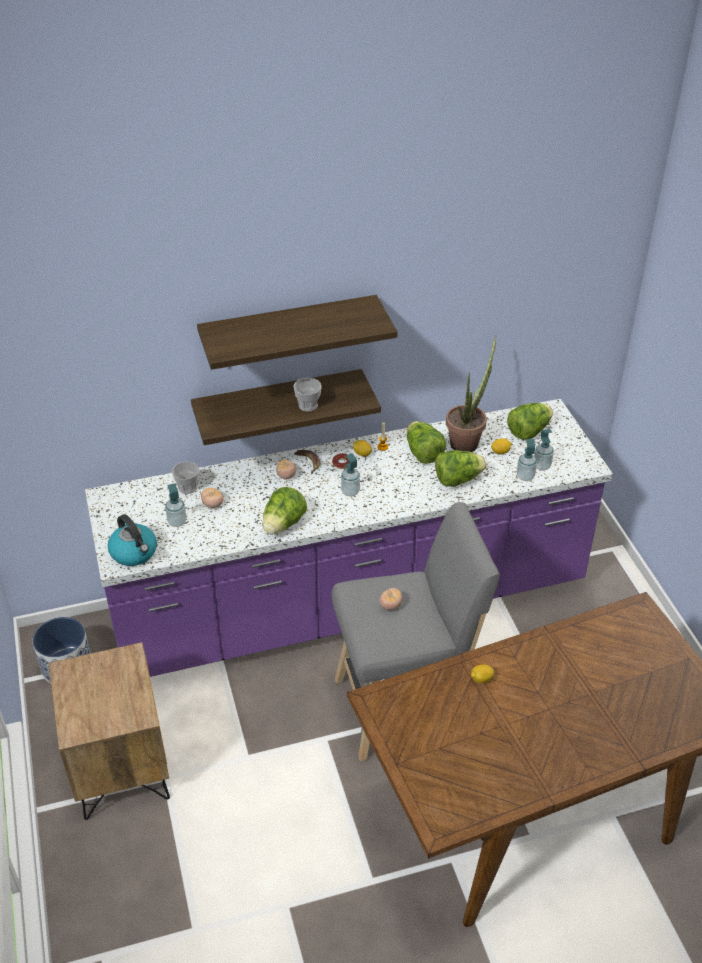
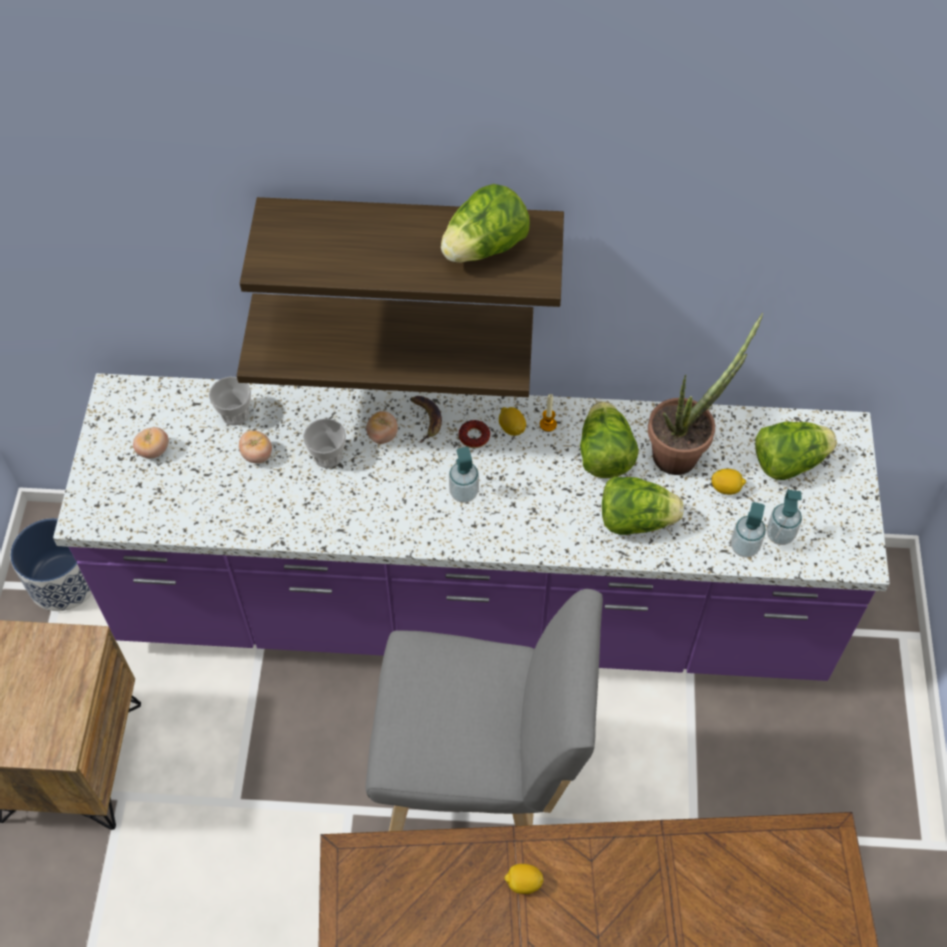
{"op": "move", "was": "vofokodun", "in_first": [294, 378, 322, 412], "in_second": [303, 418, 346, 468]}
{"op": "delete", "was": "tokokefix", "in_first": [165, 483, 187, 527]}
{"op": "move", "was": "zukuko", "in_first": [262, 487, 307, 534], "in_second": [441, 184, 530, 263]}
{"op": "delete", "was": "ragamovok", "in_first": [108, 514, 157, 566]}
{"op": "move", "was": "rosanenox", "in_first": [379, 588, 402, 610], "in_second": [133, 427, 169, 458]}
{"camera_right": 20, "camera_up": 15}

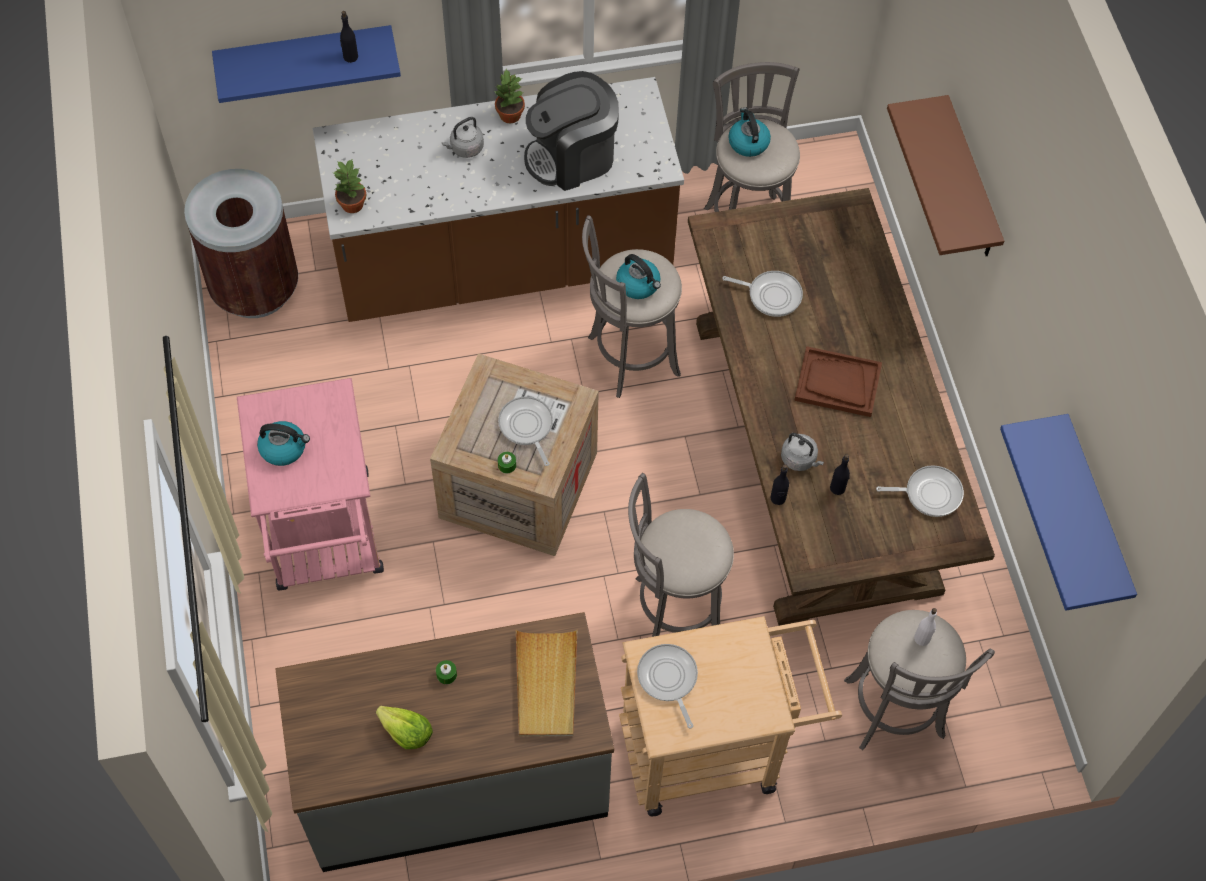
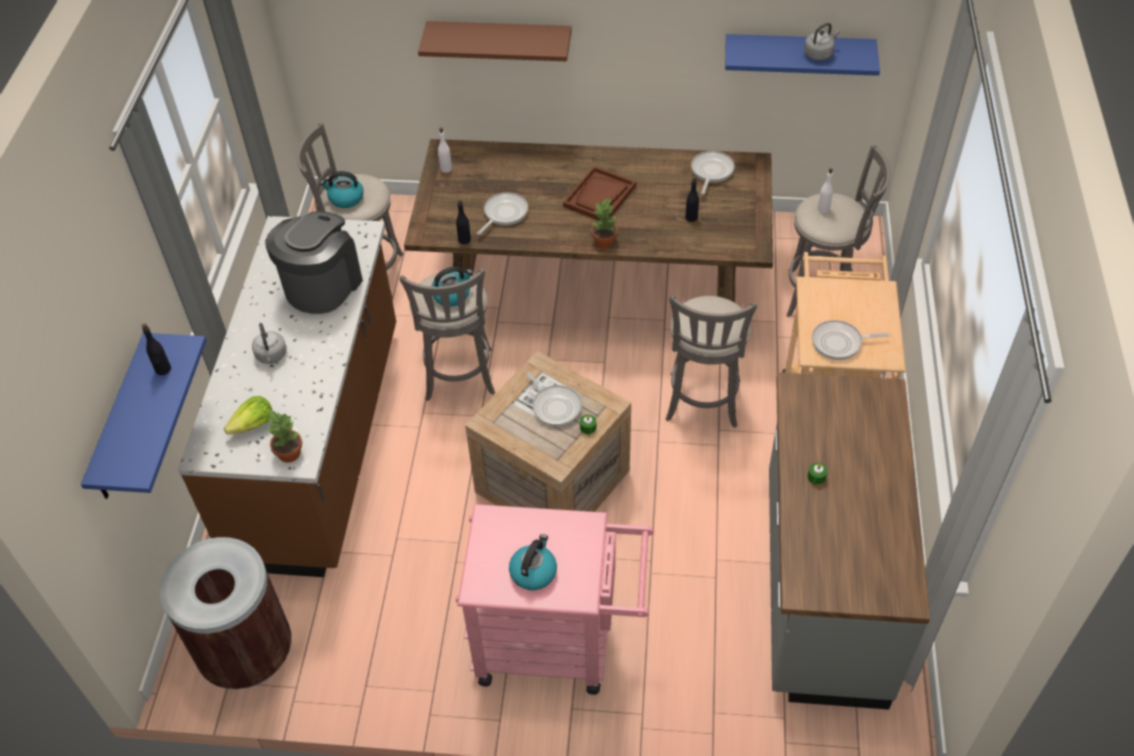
{"op": "move", "was": "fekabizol", "in_first": [494, 69, 525, 123], "in_second": [591, 199, 618, 248]}
{"op": "rotate", "was": "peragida", "in_first": [524, 71, 619, 191], "in_second": [265, 211, 363, 314], "clockwise": -150}
{"op": "rotate", "was": "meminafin", "in_first": [498, 396, 553, 466], "in_second": [526, 371, 582, 426], "clockwise": -120}
{"op": "move", "was": "ragamovok (grey)", "in_first": [781, 433, 824, 471], "in_second": [804, 23, 840, 60]}
{"op": "move", "was": "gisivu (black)", "in_first": [770, 464, 789, 505], "in_second": [456, 199, 471, 244]}
{"op": "delete", "was": "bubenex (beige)", "in_first": [516, 630, 577, 736]}
{"op": "move", "was": "zukuko", "in_first": [376, 706, 433, 749], "in_second": [224, 396, 272, 434]}
{"op": "insert", "now": "gisivu (white)", "in_second": [438, 128, 452, 173]}
{"camera_right": -70, "camera_up": -10}

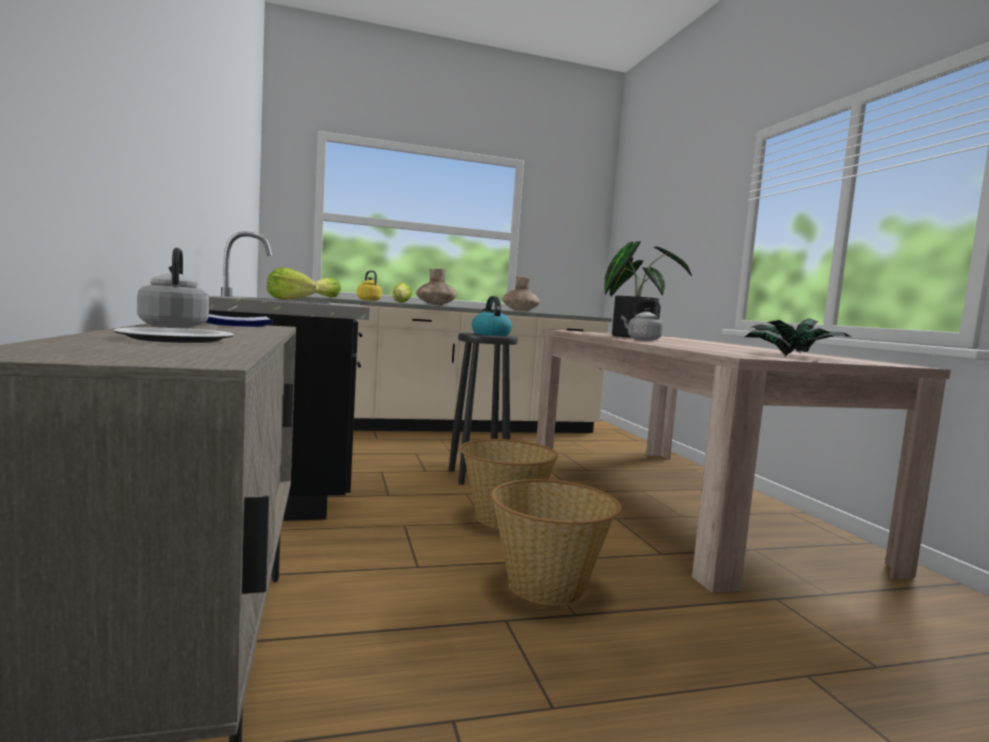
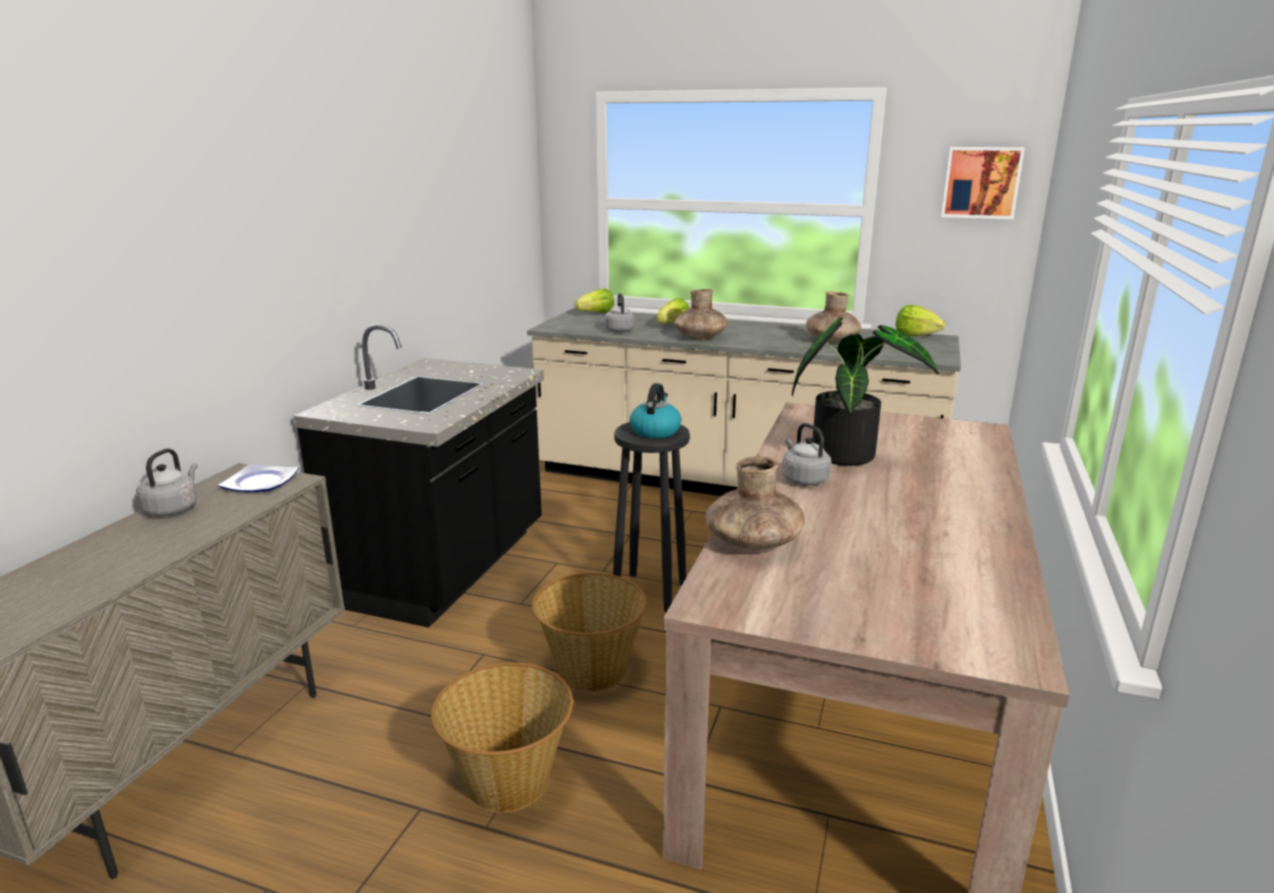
{"op": "move", "was": "zukuko", "in_first": [267, 268, 319, 300], "in_second": [896, 305, 945, 336]}
{"op": "recolor", "was": "ragamovok (yellow)", "now": "ragamovok (grey)", "in_first": [357, 271, 382, 301], "in_second": [605, 293, 634, 332]}
{"op": "delete", "was": "fekabizol", "in_first": [745, 318, 852, 355]}
{"op": "delete", "was": "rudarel", "in_first": [114, 327, 234, 343]}
{"op": "insert", "now": "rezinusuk", "in_second": [941, 147, 1025, 219]}
{"op": "insert", "now": "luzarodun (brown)", "in_second": [705, 456, 805, 550]}
{"camera_right": 35, "camera_up": 15}

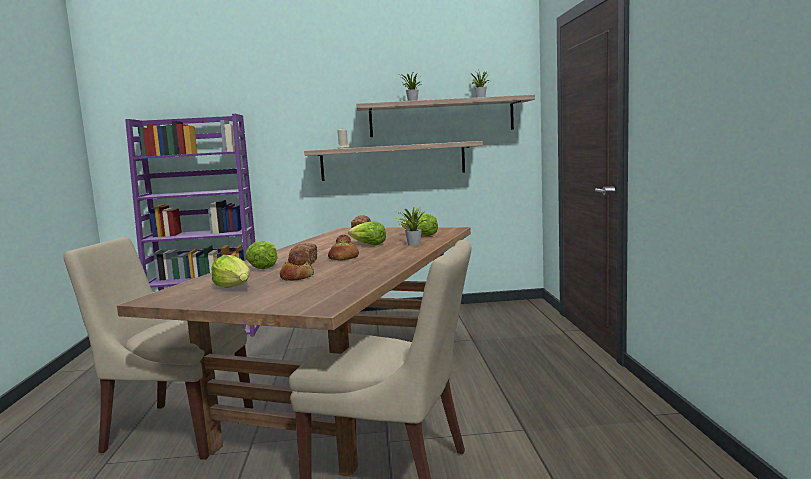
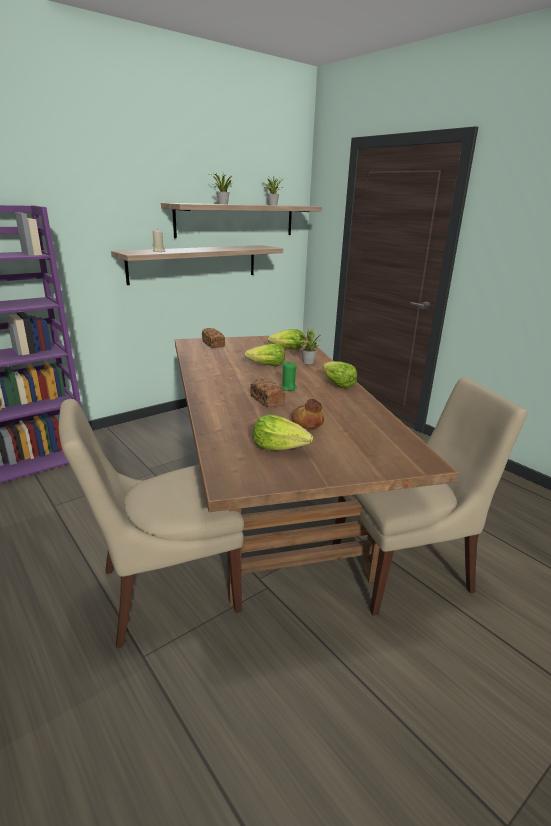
{"op": "replace", "was": "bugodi", "now": "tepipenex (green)", "in_first": [328, 235, 359, 260], "in_second": [281, 361, 297, 391]}
{"op": "move", "was": "zukuko", "in_first": [245, 241, 278, 269], "in_second": [322, 361, 357, 388]}
{"camera_right": -35, "camera_up": 15}

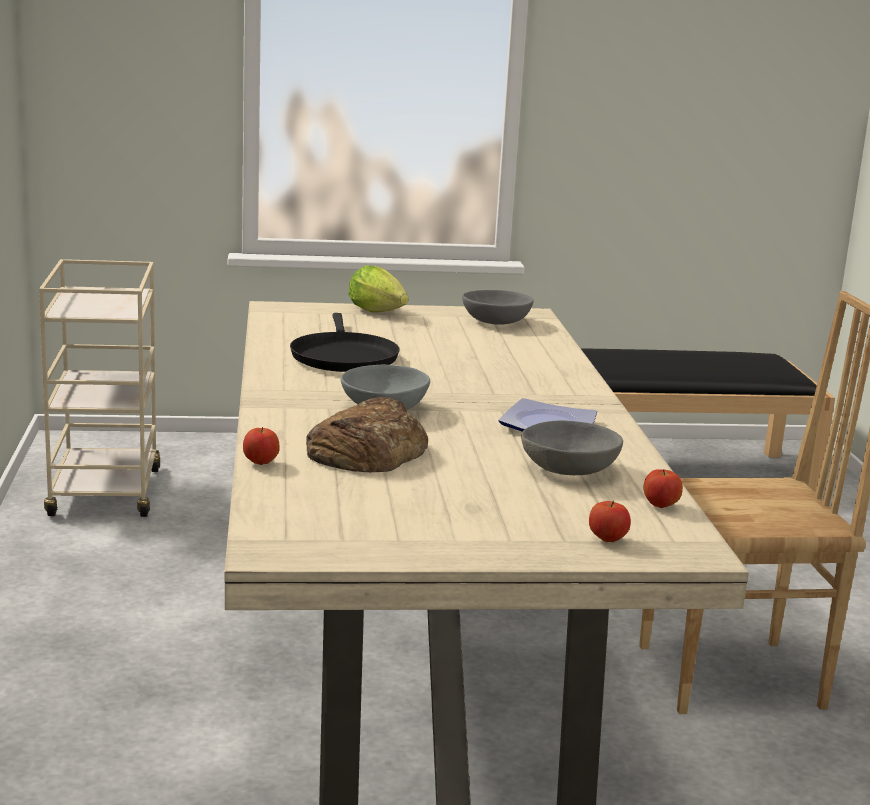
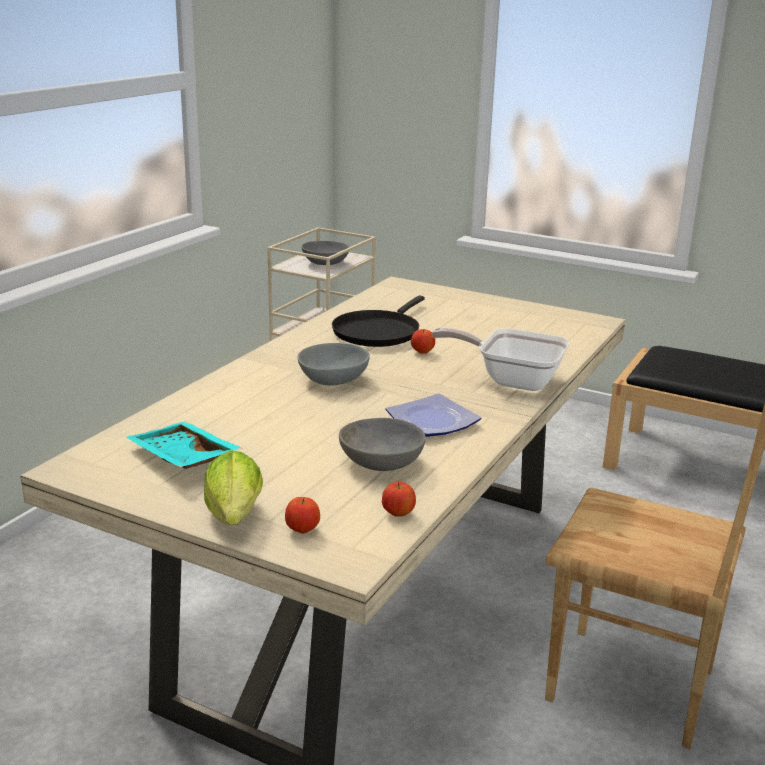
{"op": "move", "was": "zukuko", "in_first": [348, 265, 409, 313], "in_second": [204, 450, 263, 525]}
{"op": "move", "was": "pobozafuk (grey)", "in_first": [462, 290, 534, 325], "in_second": [301, 241, 349, 265]}
{"op": "delete", "was": "bugodi", "in_first": [306, 397, 428, 473]}
{"op": "move", "was": "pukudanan", "in_first": [243, 427, 280, 465], "in_second": [411, 329, 435, 354]}
{"op": "insert", "now": "meminafin", "in_second": [432, 328, 570, 391]}
{"op": "insert", "now": "bubenex (turquoise)", "in_second": [126, 421, 242, 469]}
{"camera_right": 35, "camera_up": 5}

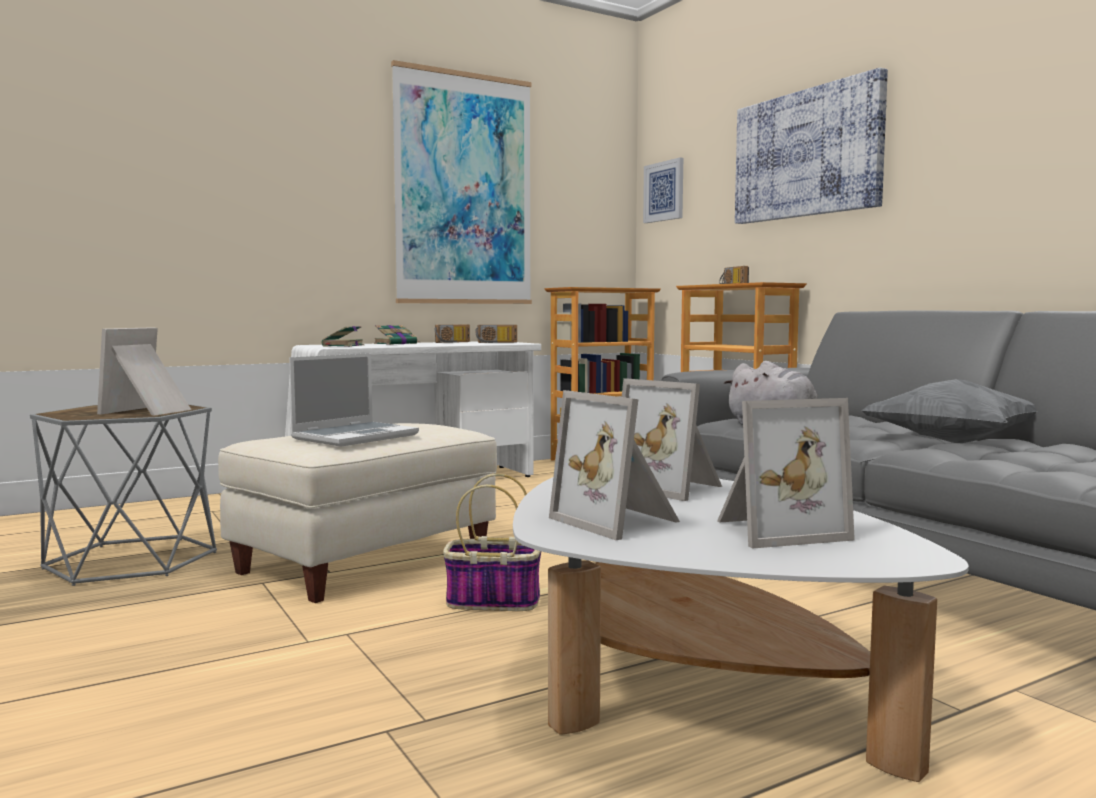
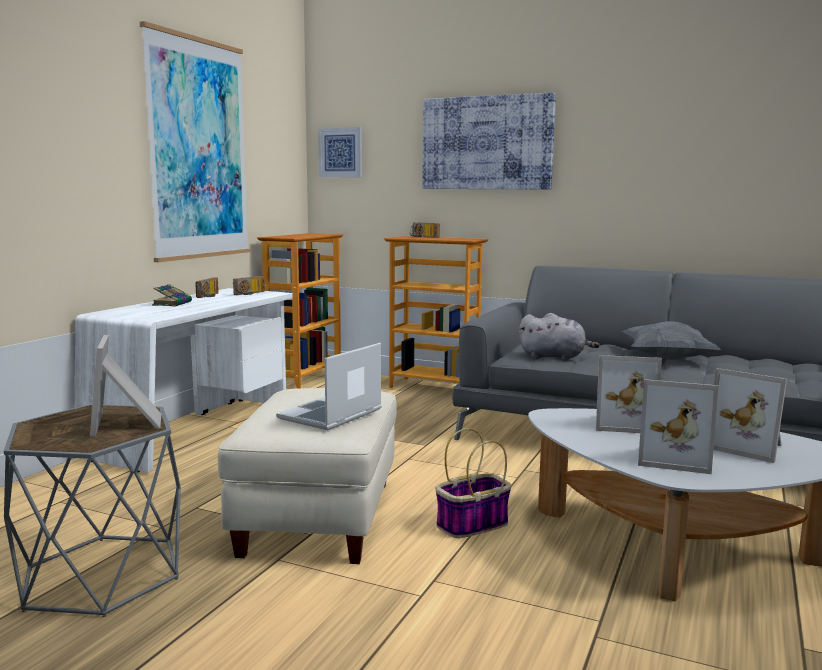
{"op": "delete", "was": "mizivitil", "in_first": [322, 326, 364, 347]}
{"op": "rotate", "was": "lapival", "in_first": [289, 353, 419, 447], "in_second": [276, 343, 382, 430], "clockwise": -150}
{"op": "rotate", "was": "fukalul", "in_first": [717, 398, 855, 549], "in_second": [713, 368, 787, 463], "clockwise": 90}
{"camera_right": -35, "camera_up": 5}

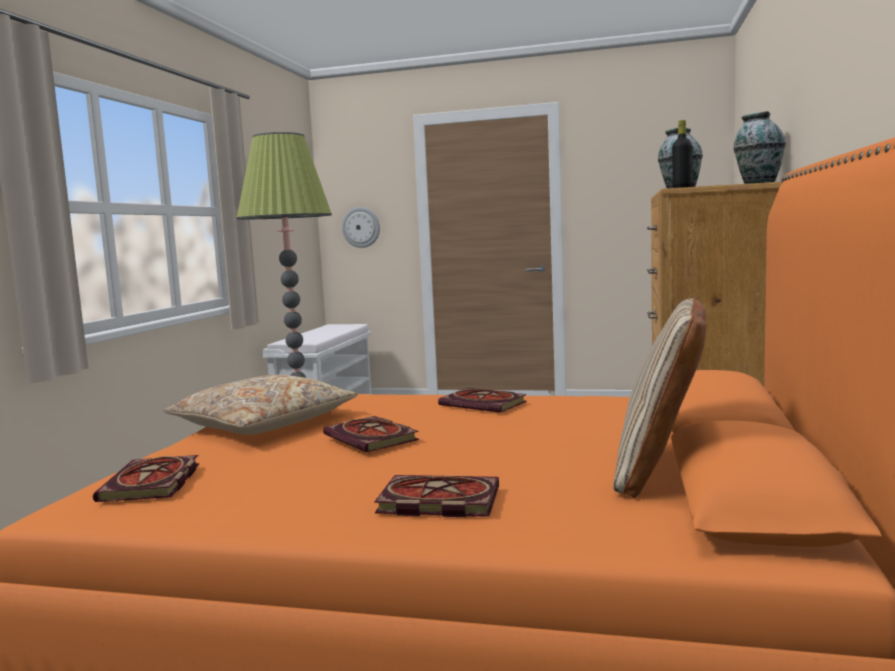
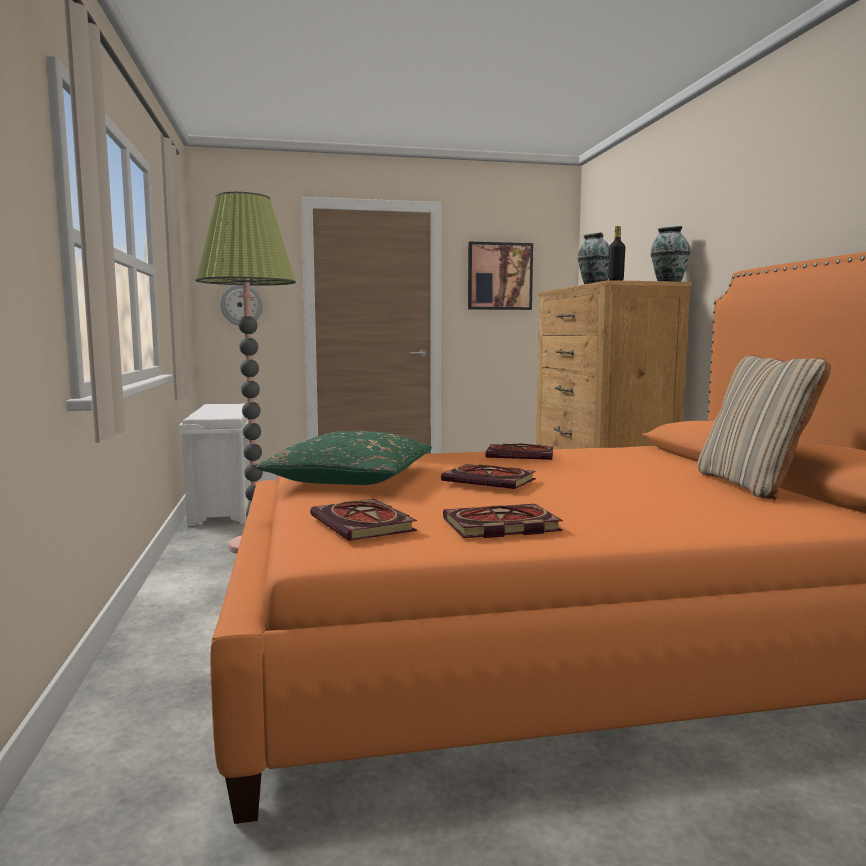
{"op": "recolor", "was": "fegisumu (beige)", "now": "fegisumu (green)", "in_first": [163, 375, 358, 435], "in_second": [256, 431, 432, 485]}
{"op": "move", "was": "mizivitil", "in_first": [374, 475, 499, 517], "in_second": [443, 504, 563, 538]}
{"op": "insert", "now": "rezinusuk", "in_second": [468, 242, 533, 310]}
{"camera_right": -25, "camera_up": 0}

